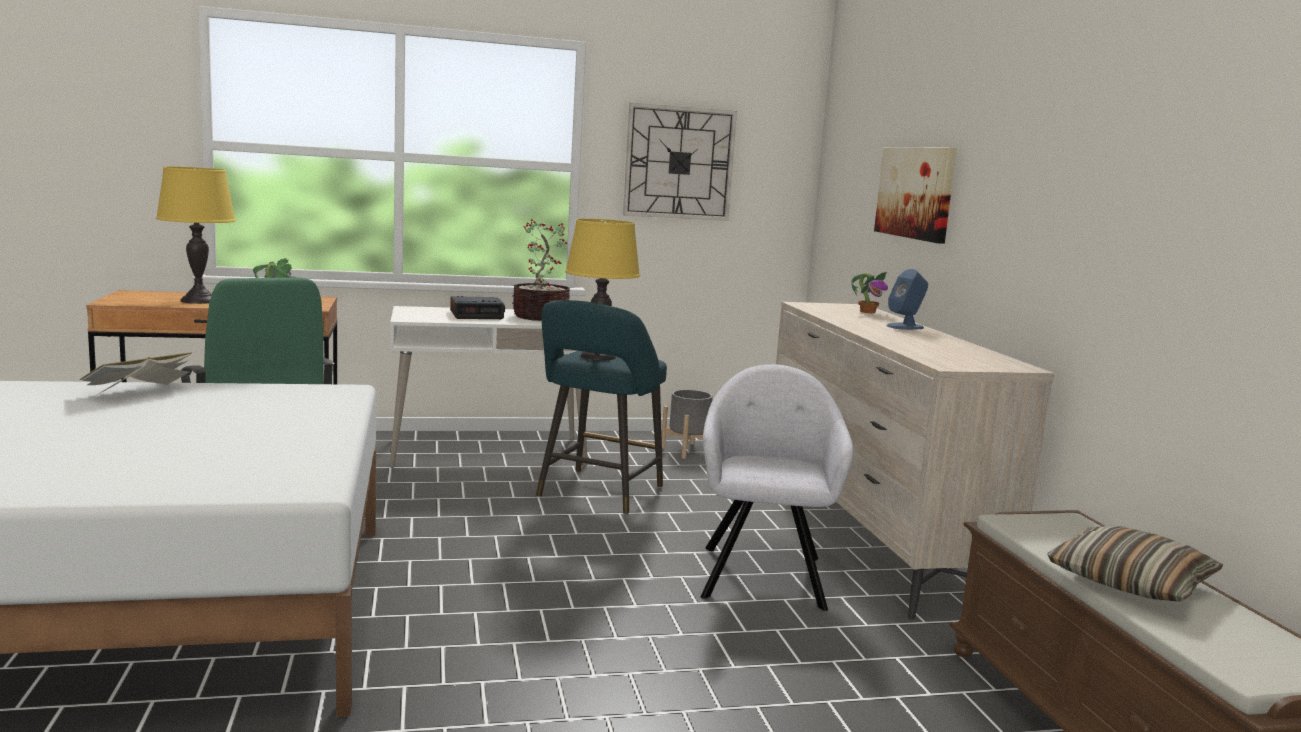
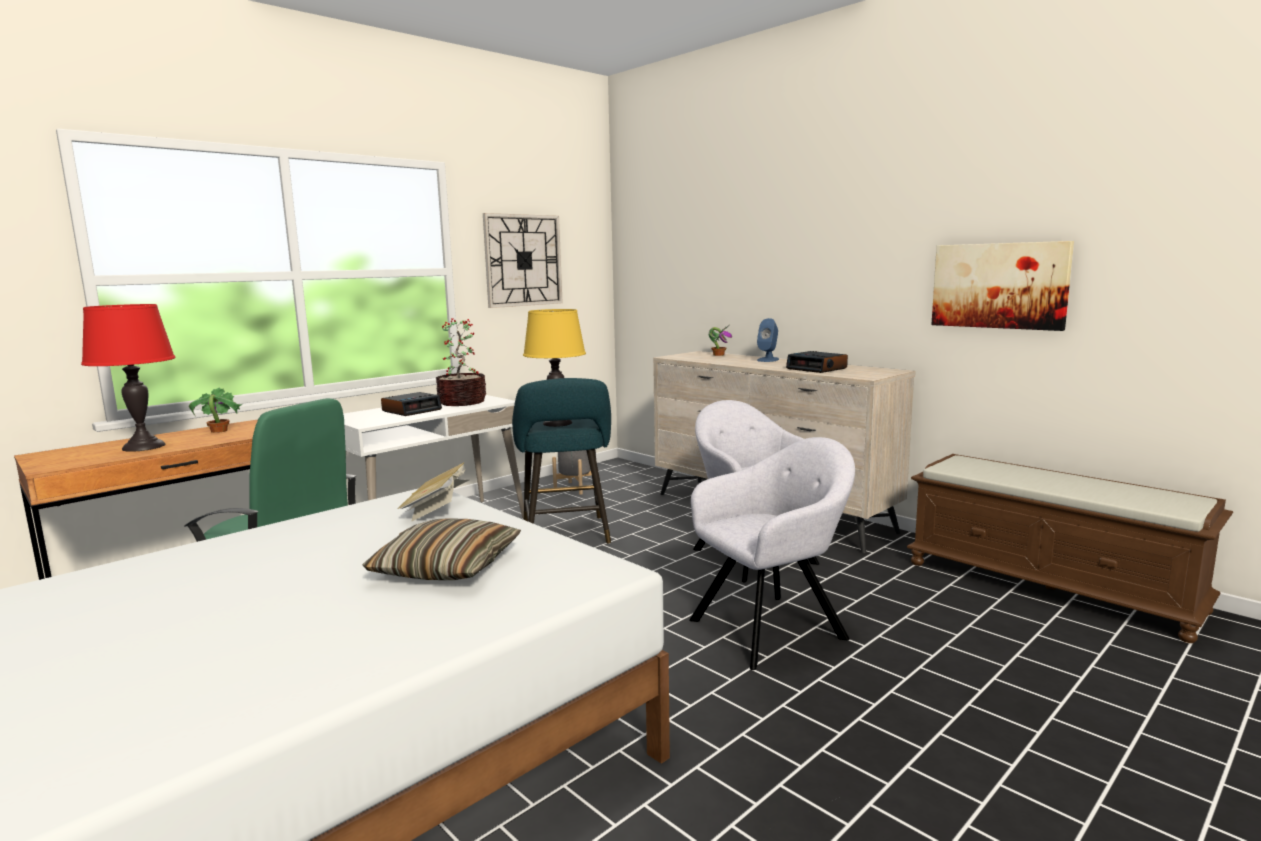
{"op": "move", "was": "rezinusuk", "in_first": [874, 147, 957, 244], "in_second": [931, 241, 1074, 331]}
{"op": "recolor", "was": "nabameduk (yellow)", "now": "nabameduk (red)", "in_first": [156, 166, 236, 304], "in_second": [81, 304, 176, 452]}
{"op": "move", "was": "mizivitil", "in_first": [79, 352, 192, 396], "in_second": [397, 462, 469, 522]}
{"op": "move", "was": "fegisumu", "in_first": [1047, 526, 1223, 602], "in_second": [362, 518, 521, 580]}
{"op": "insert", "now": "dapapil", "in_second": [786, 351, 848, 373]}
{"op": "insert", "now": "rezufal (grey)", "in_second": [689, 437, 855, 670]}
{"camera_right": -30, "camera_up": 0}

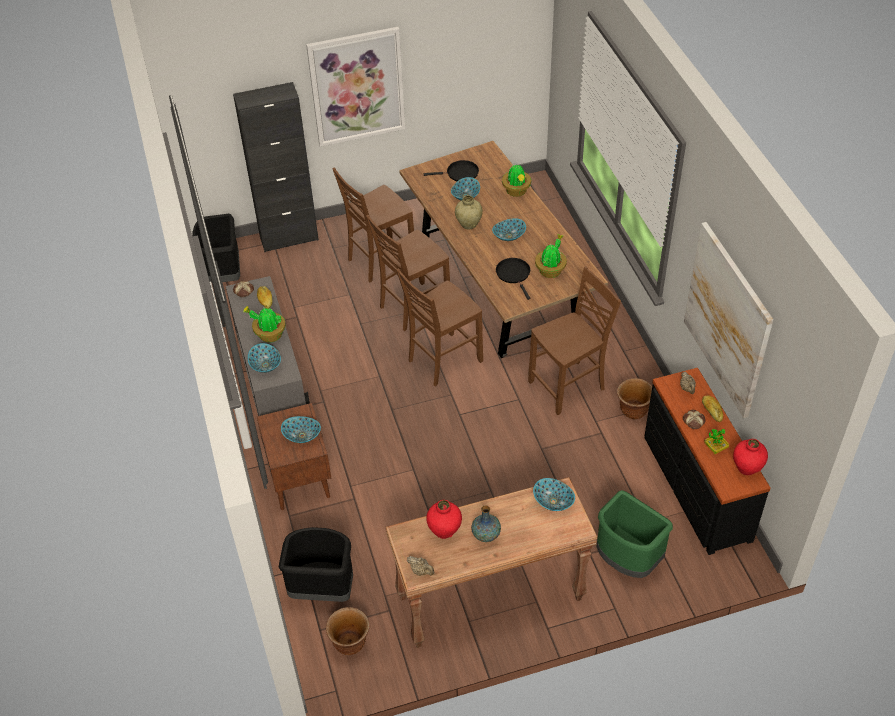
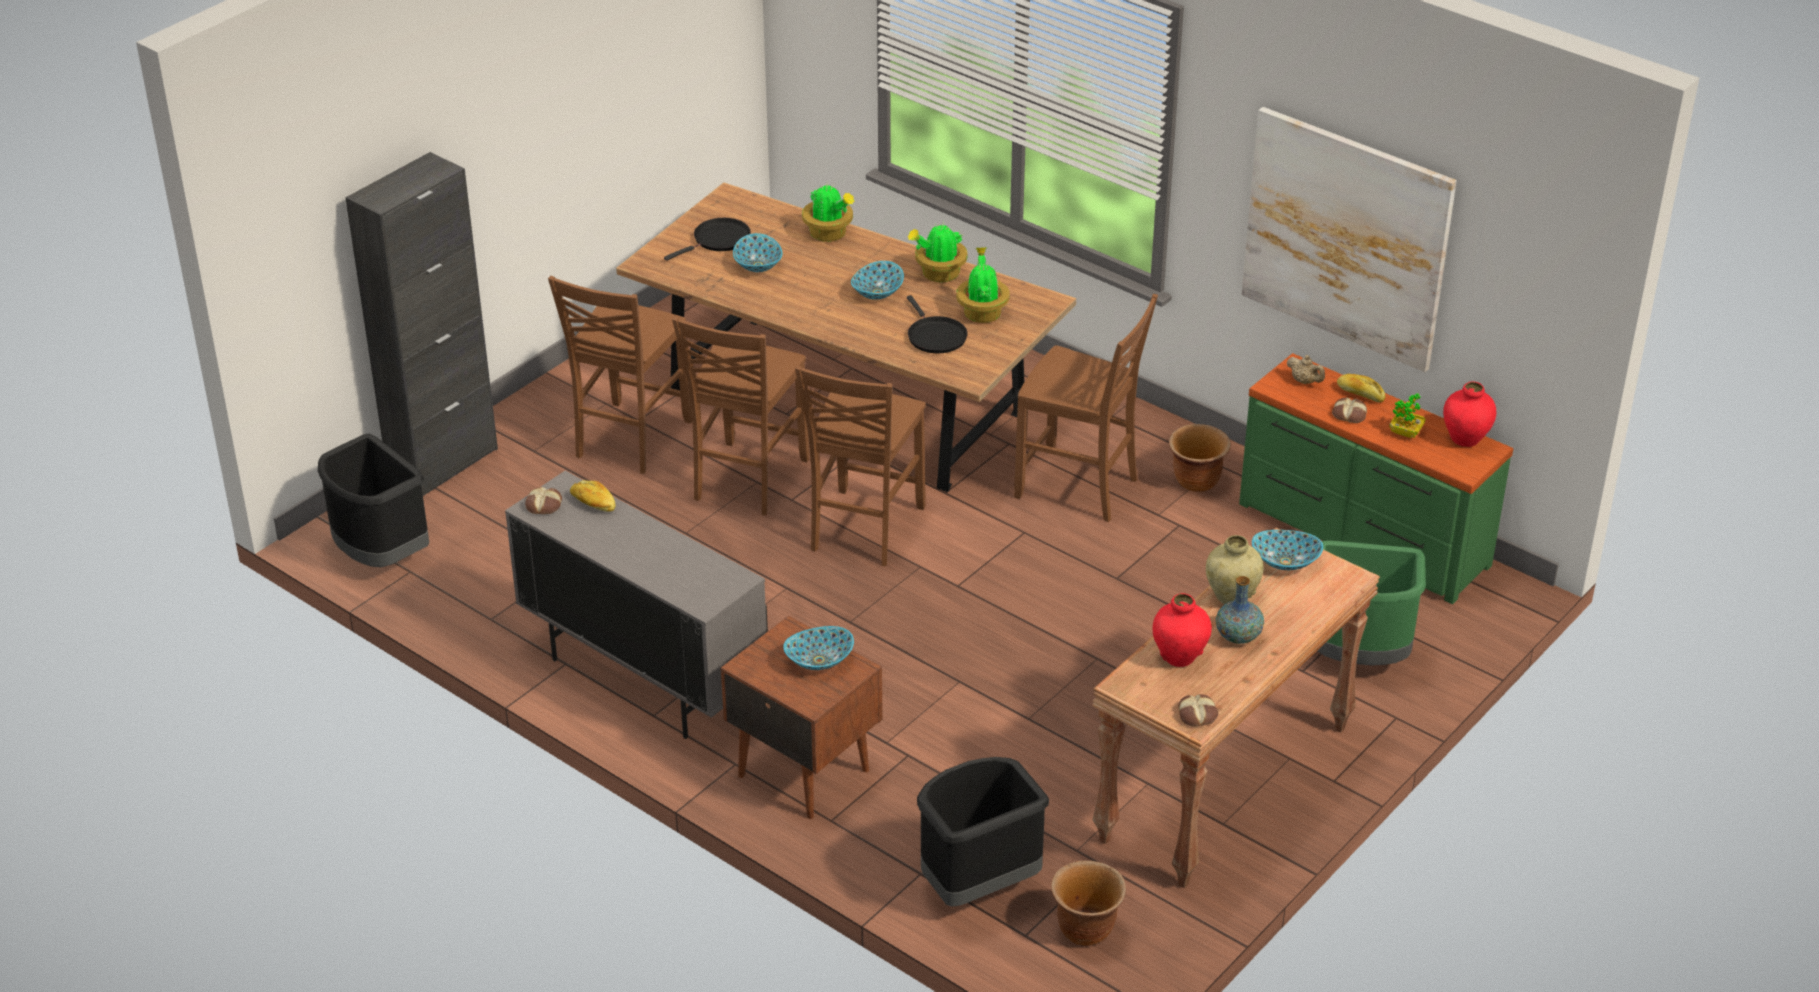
{"op": "delete", "was": "rezinusuk", "in_first": [306, 27, 405, 147]}
{"op": "move", "was": "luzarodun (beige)", "in_first": [455, 195, 483, 229], "in_second": [1206, 535, 1264, 604]}
{"op": "rotate", "was": "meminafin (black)", "in_first": [496, 258, 530, 300], "in_second": [907, 295, 967, 353], "clockwise": -150}
{"op": "rotate", "was": "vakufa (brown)", "in_first": [528, 266, 621, 415], "in_second": [1014, 294, 1158, 522], "clockwise": 90}
{"op": "move", "was": "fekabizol", "in_first": [243, 306, 286, 342], "in_second": [908, 221, 967, 282]}
{"op": "delete", "was": "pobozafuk", "in_first": [248, 343, 281, 373]}
{"op": "recolor", "was": "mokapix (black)", "now": "mokapix (green)", "in_first": [645, 368, 771, 555], "in_second": [1239, 353, 1513, 604]}
{"op": "replace", "was": "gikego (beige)", "now": "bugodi", "in_first": [407, 556, 434, 576], "in_second": [1178, 694, 1218, 727]}
{"camera_right": -35, "camera_up": -10}

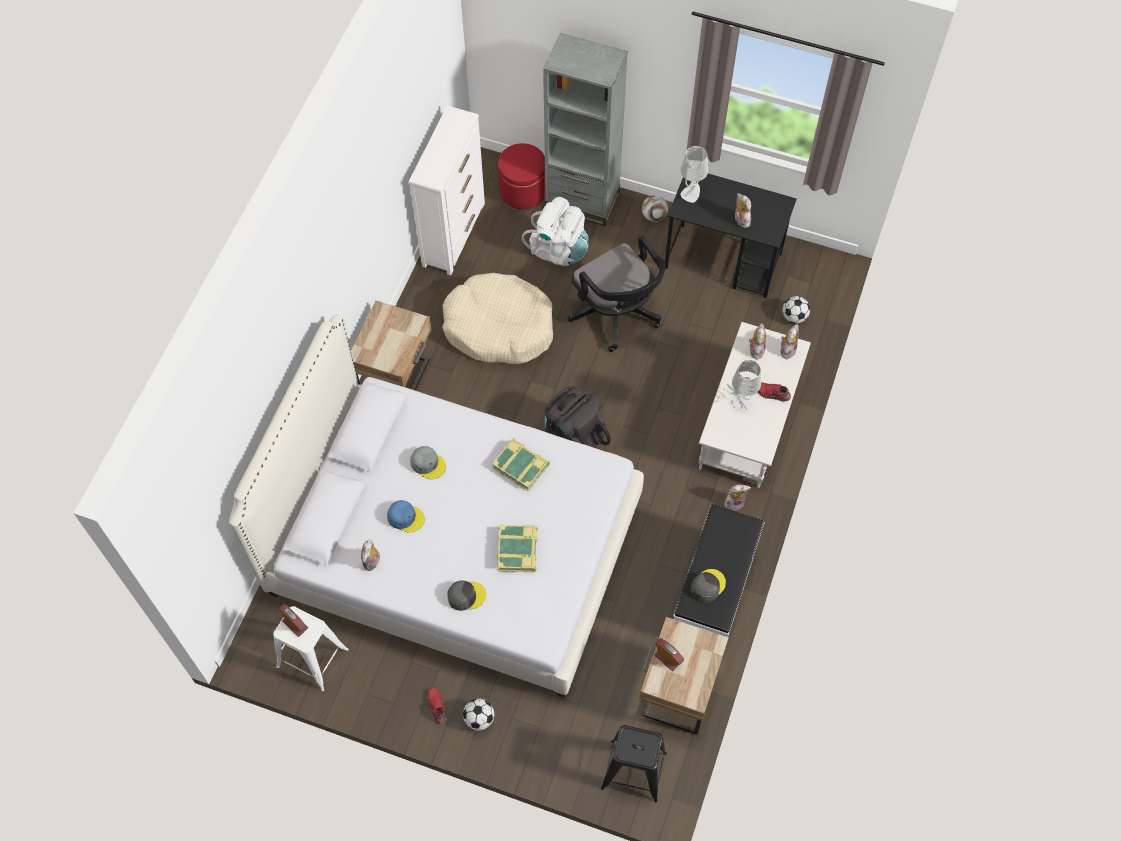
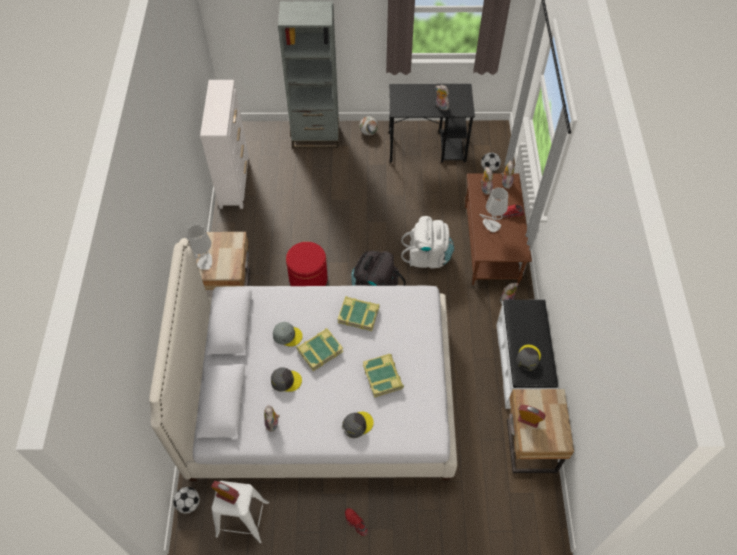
{"op": "move", "was": "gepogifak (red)", "in_first": [498, 143, 545, 209], "in_second": [286, 242, 328, 286]}
{"op": "move", "was": "nabameduk (grey)", "in_first": [680, 146, 708, 203], "in_second": [187, 225, 212, 270]}
{"op": "move", "was": "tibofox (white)", "in_first": [522, 197, 589, 266], "in_second": [401, 216, 454, 268]}
{"op": "delete", "was": "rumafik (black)", "in_first": [568, 236, 666, 352]}
{"op": "delete", "was": "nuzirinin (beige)", "in_first": [442, 273, 553, 364]}
{"op": "recolor", "was": "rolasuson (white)", "now": "rolasuson (brown)", "in_first": [698, 322, 811, 488], "in_second": [465, 173, 532, 285]}
{"op": "recolor", "was": "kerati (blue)", "now": "kerati (grey)", "in_first": [387, 500, 425, 533], "in_second": [271, 367, 302, 392]}
{"op": "move", "was": "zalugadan", "in_first": [463, 698, 494, 731], "in_second": [173, 487, 200, 514]}
{"op": "delete", "was": "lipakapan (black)", "in_first": [601, 725, 667, 802]}
{"op": "insert", "now": "mizivitil", "in_second": [296, 328, 343, 371]}
{"camera_right": -20, "camera_up": -5}

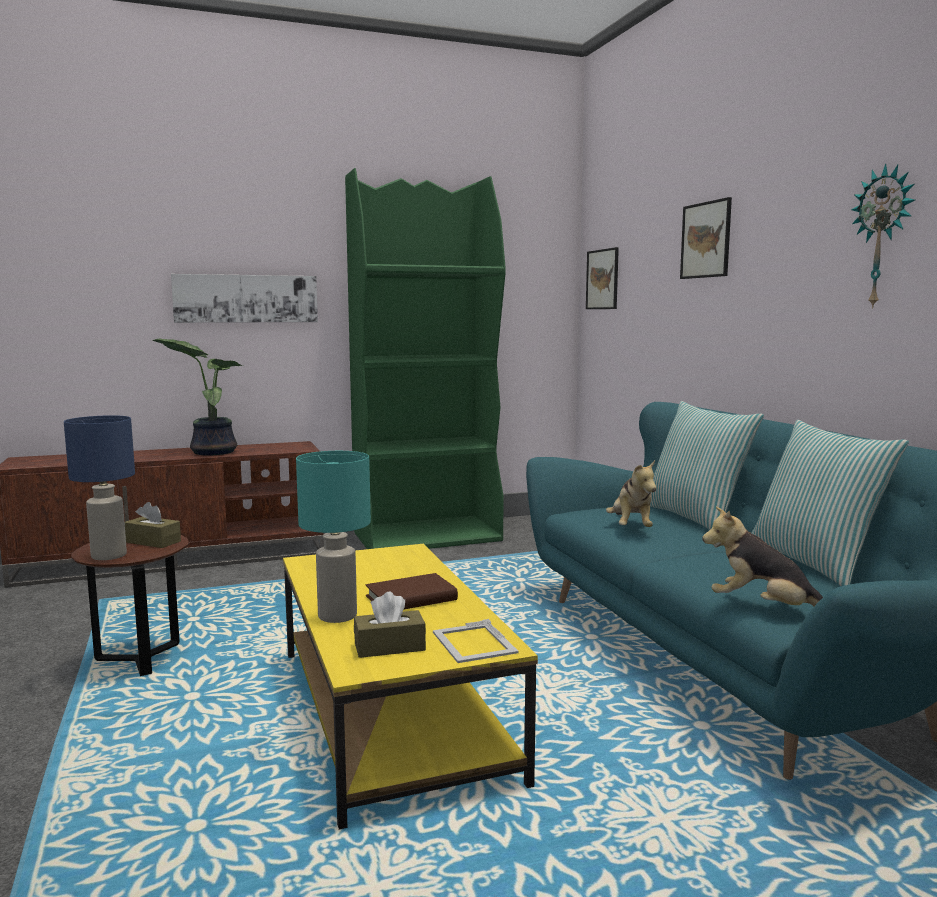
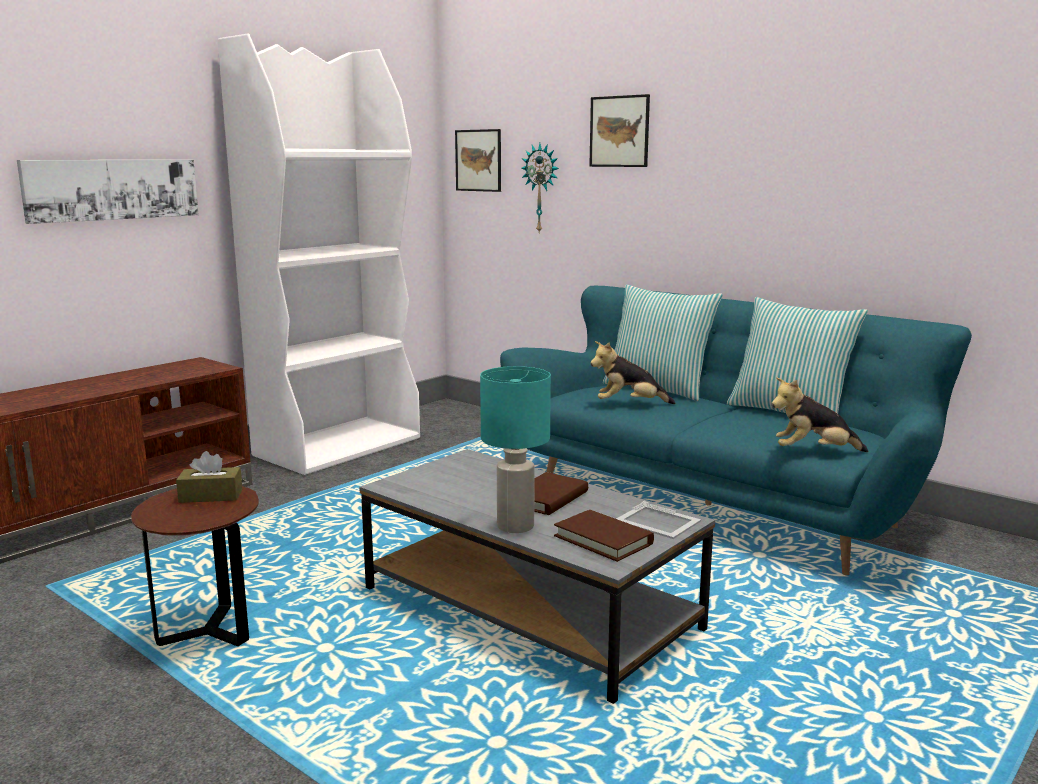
{"op": "move", "was": "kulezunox", "in_first": [851, 164, 915, 309], "in_second": [521, 143, 559, 232]}
{"op": "recolor", "was": "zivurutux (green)", "now": "zivurutux (white)", "in_first": [345, 168, 505, 549], "in_second": [218, 34, 420, 475]}
{"op": "delete", "was": "fekabizol", "in_first": [153, 339, 243, 455]}
{"op": "delete", "was": "nabameduk (blue)", "in_first": [64, 415, 135, 560]}
{"op": "rotate", "was": "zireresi", "in_first": [606, 460, 656, 527], "in_second": [590, 341, 675, 404], "clockwise": 120}
{"op": "recolor", "was": "rolasuson (yellow)", "now": "rolasuson (grey)", "in_first": [283, 544, 538, 830], "in_second": [360, 449, 715, 704]}
{"op": "replace", "was": "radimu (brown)", "now": "mizivitil (brown)", "in_first": [354, 592, 426, 658], "in_second": [554, 510, 654, 562]}
{"camera_right": -30, "camera_up": 5}

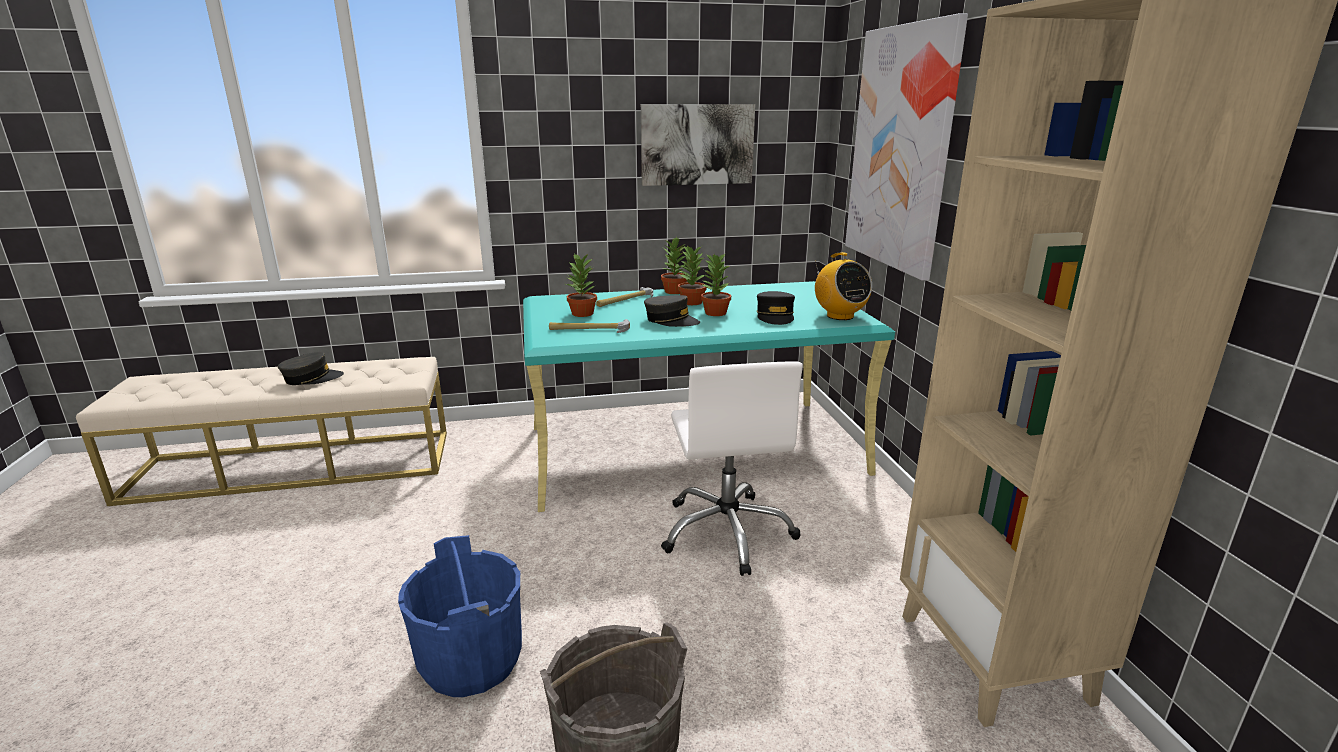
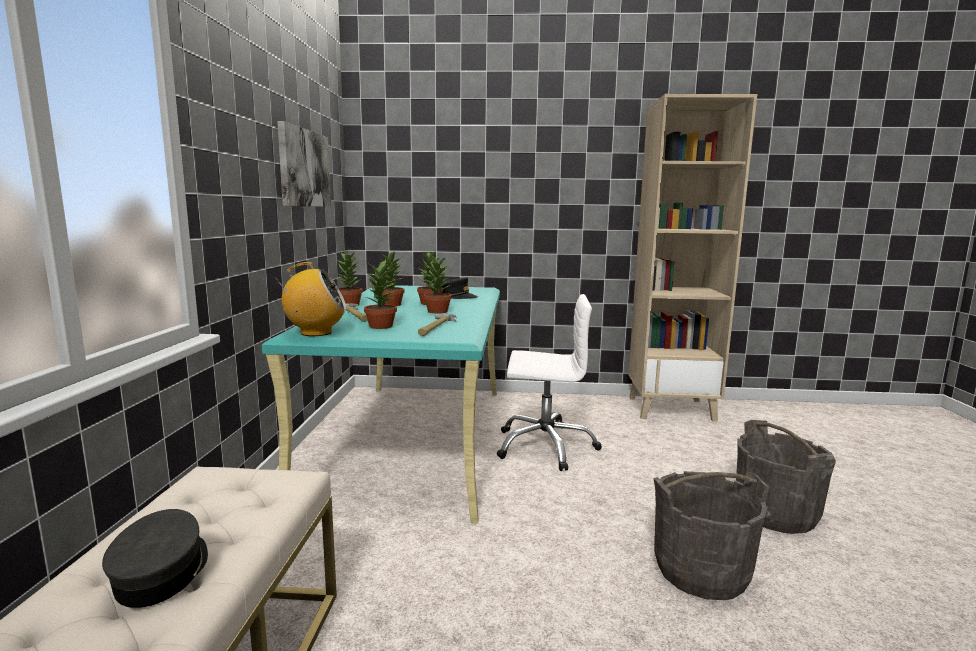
{"op": "delete", "was": "rezinusuk", "in_first": [845, 13, 968, 280]}
{"op": "move", "was": "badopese", "in_first": [815, 252, 872, 320], "in_second": [275, 262, 346, 336]}
{"op": "replace", "was": "kerati (grey)", "now": "fekabizol", "in_first": [644, 295, 700, 327], "in_second": [424, 254, 452, 314]}
{"op": "recolor", "was": "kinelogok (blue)", "now": "kinelogok (grey)", "in_first": [398, 535, 522, 697], "in_second": [653, 471, 769, 600]}
{"camera_right": -75, "camera_up": -10}

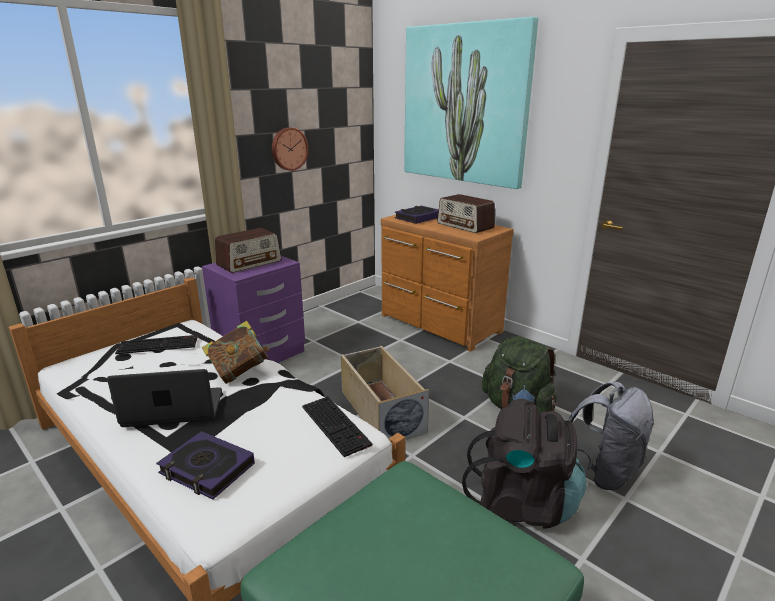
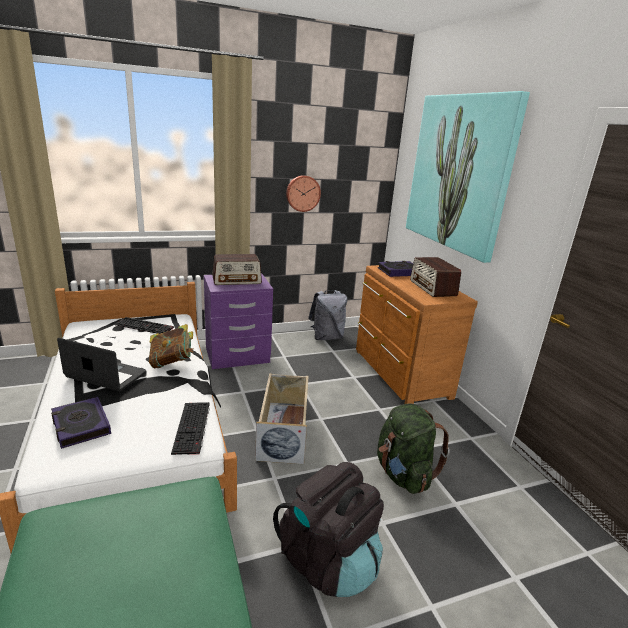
{"op": "move", "was": "tibofox (grey)", "in_first": [568, 382, 655, 490], "in_second": [308, 290, 347, 340]}
{"camera_right": 25, "camera_up": 0}

